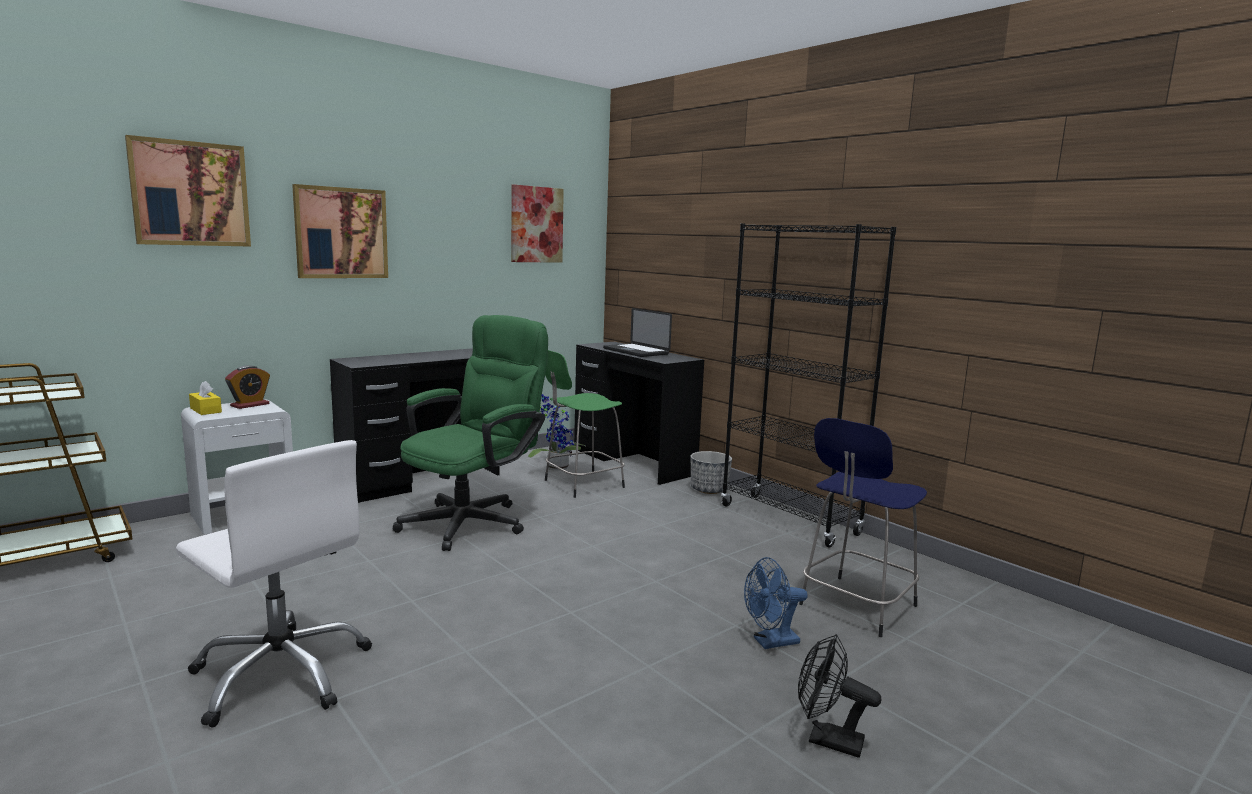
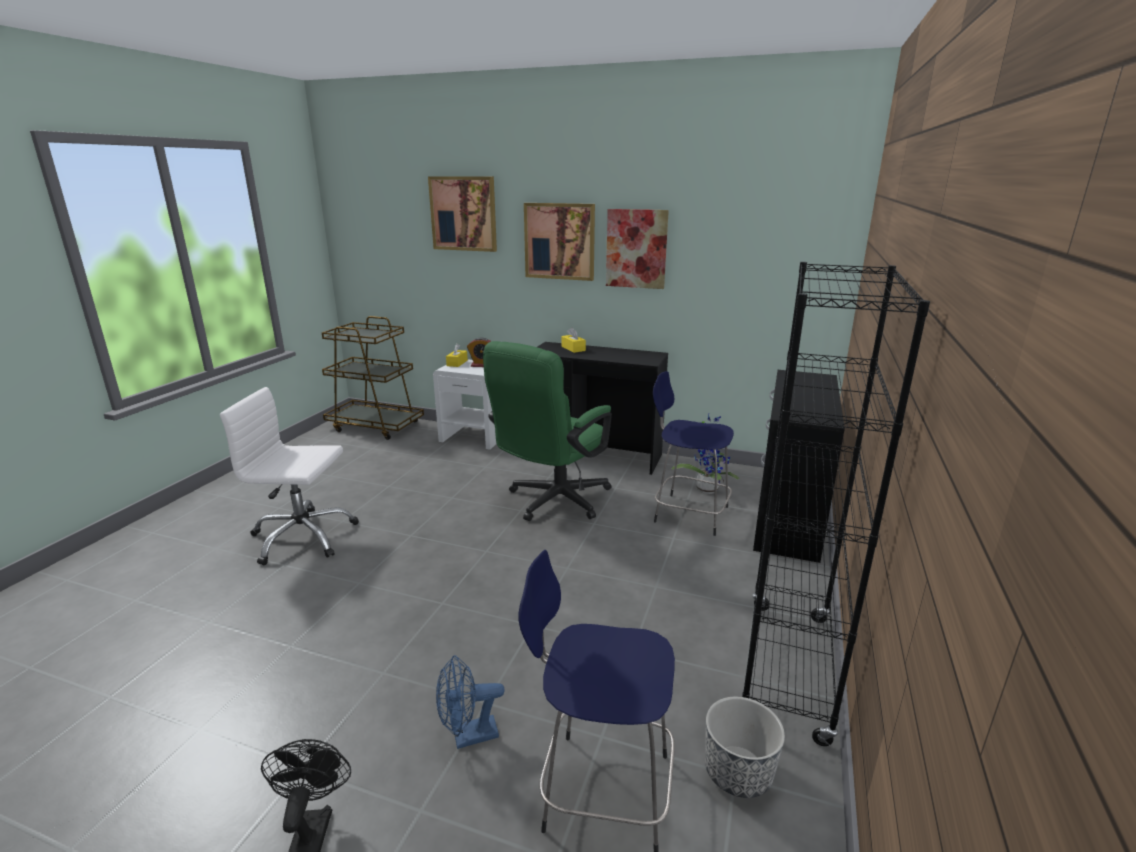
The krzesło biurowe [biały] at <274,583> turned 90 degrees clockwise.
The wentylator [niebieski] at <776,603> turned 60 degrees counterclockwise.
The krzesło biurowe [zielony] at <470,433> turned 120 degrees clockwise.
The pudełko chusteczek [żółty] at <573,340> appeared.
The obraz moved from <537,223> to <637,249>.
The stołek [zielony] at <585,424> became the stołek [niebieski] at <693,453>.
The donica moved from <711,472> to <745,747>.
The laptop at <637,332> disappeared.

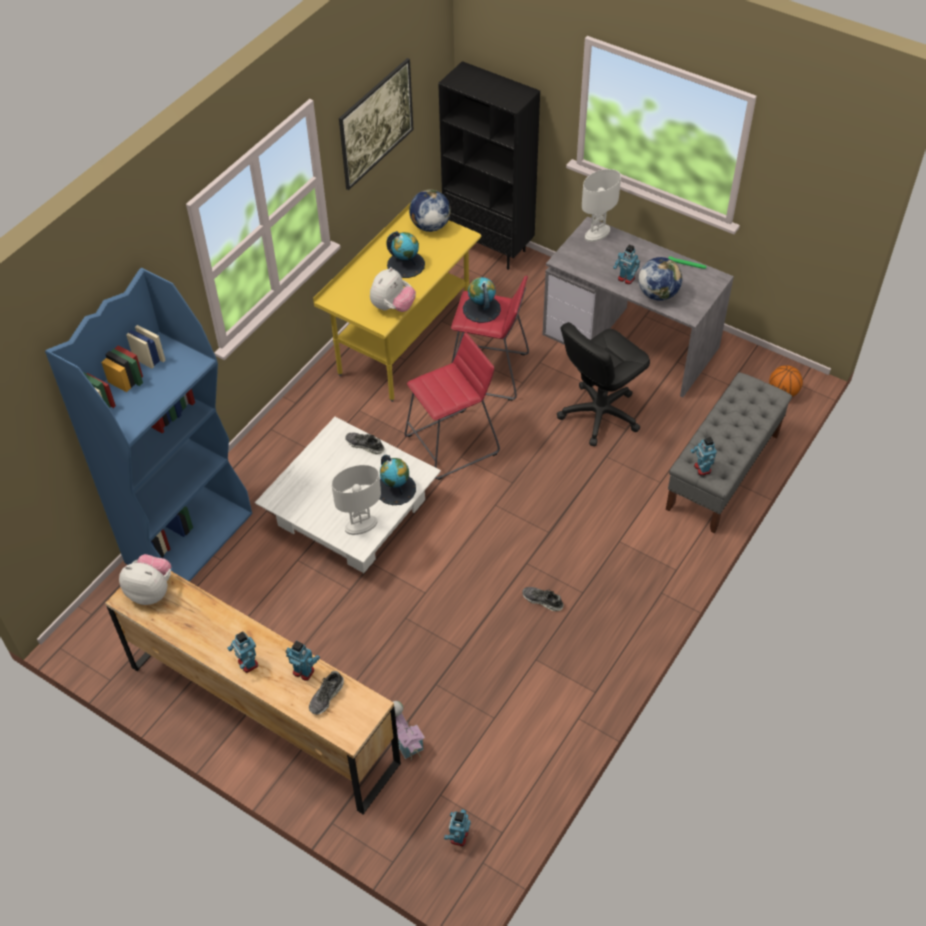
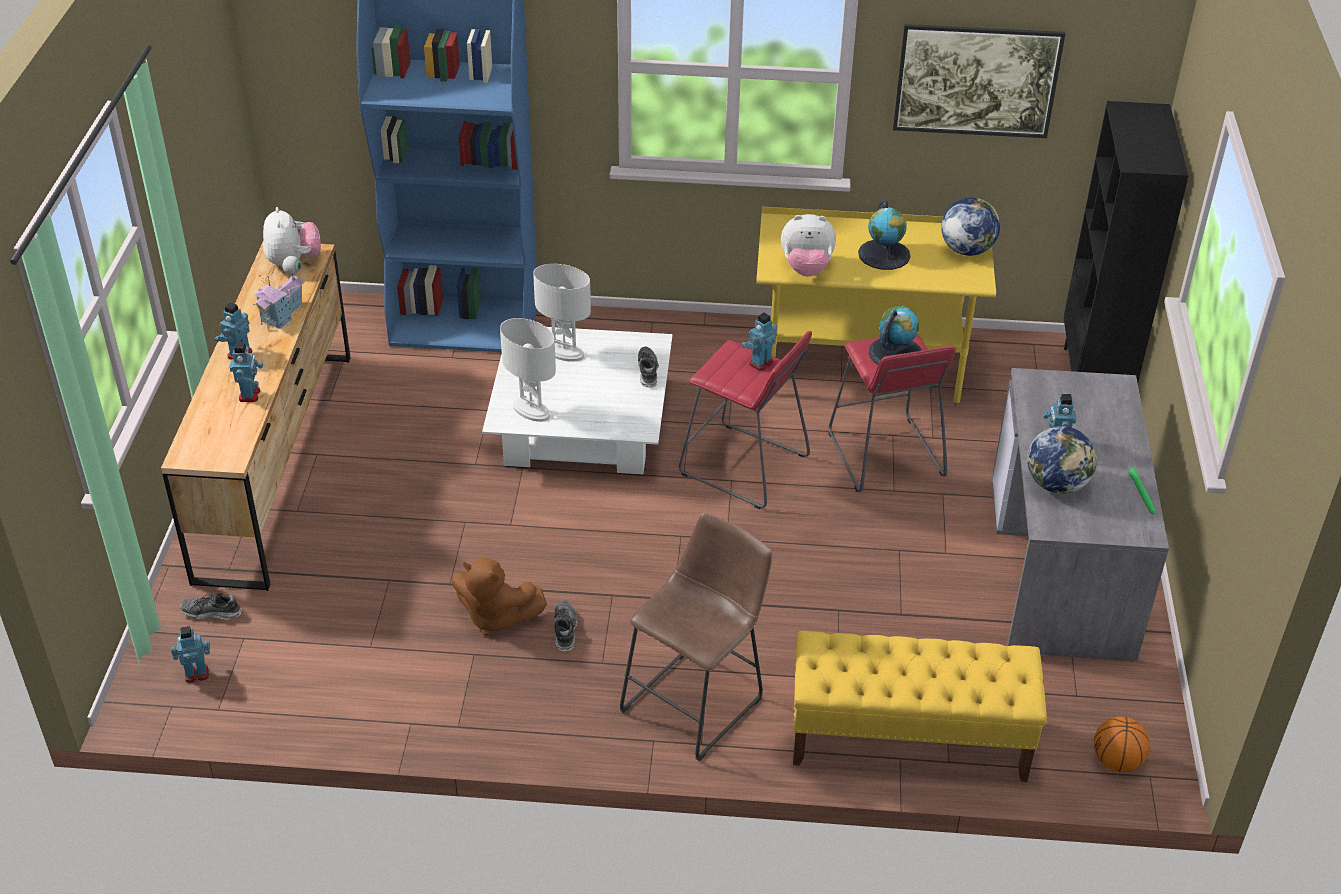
The but moved from <326,693> to <211,606>.
The domek moved from <409,730> to <279,293>.
The pluszak [brązowy] at <499,597> appeared.
The lampa stołowa [biały] moved from <601,205> to <562,313>.
The stołek [brązowy] at <696,637> appeared.
The robot zabawkowy moved from <703,456> to <759,341>.
The ławka [szary] at <729,452> became the ławka [żółty] at <920,706>.
The globus at <398,480> disappeared.
The krzesło biurowe [czarny] at <603,384> disappeared.

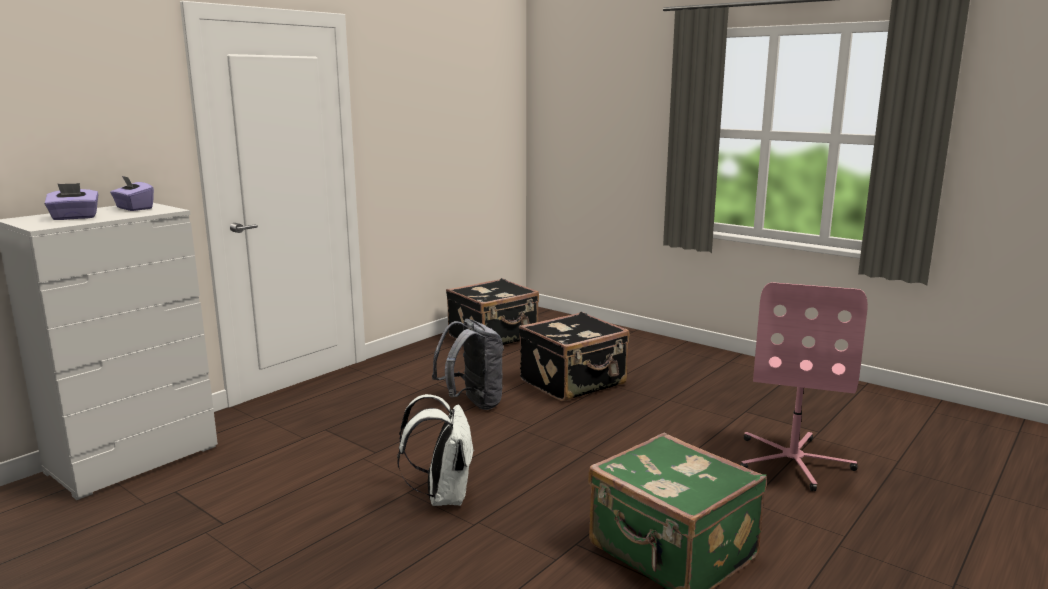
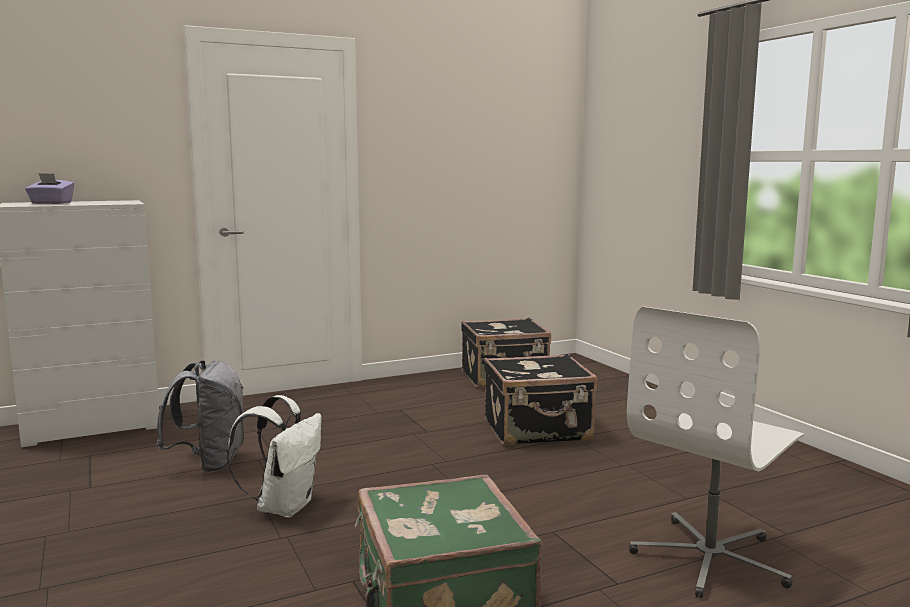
The plecak [szary] moved from <468,364> to <200,416>.
The krzesło biurowe [różowy] at <804,386> became the krzesło biurowe [biały] at <715,452>.
The pudełko chusteczek [fioletowy] at <132,193> disappeared.

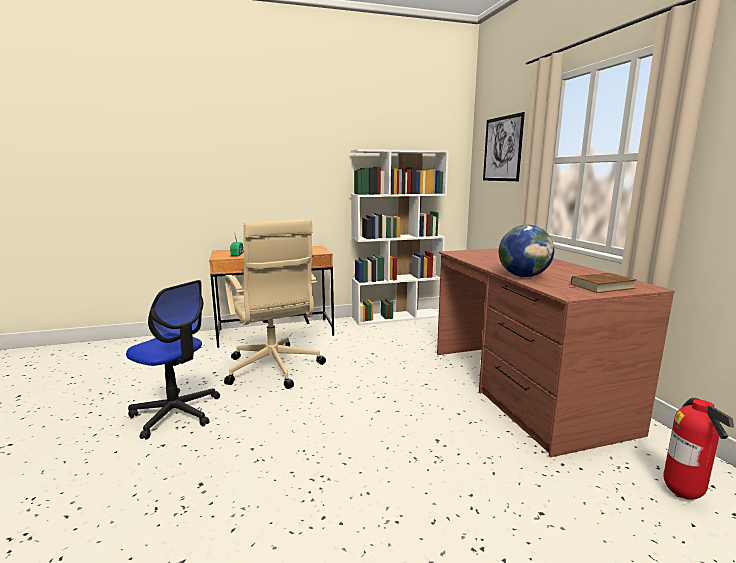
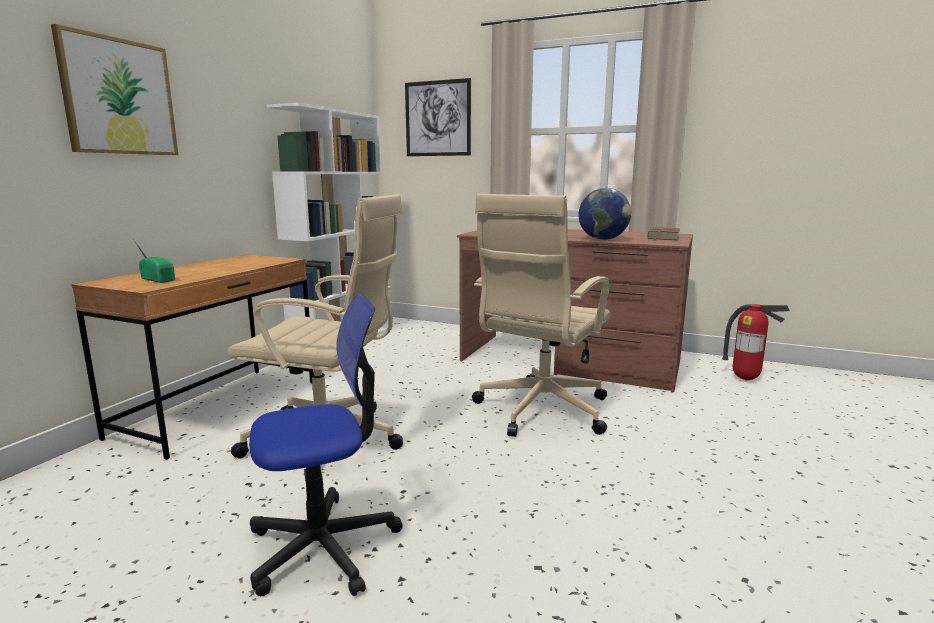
The obraz at <114,89> appeared.
The krzesło biurowe [beżowy] at <541,315> appeared.

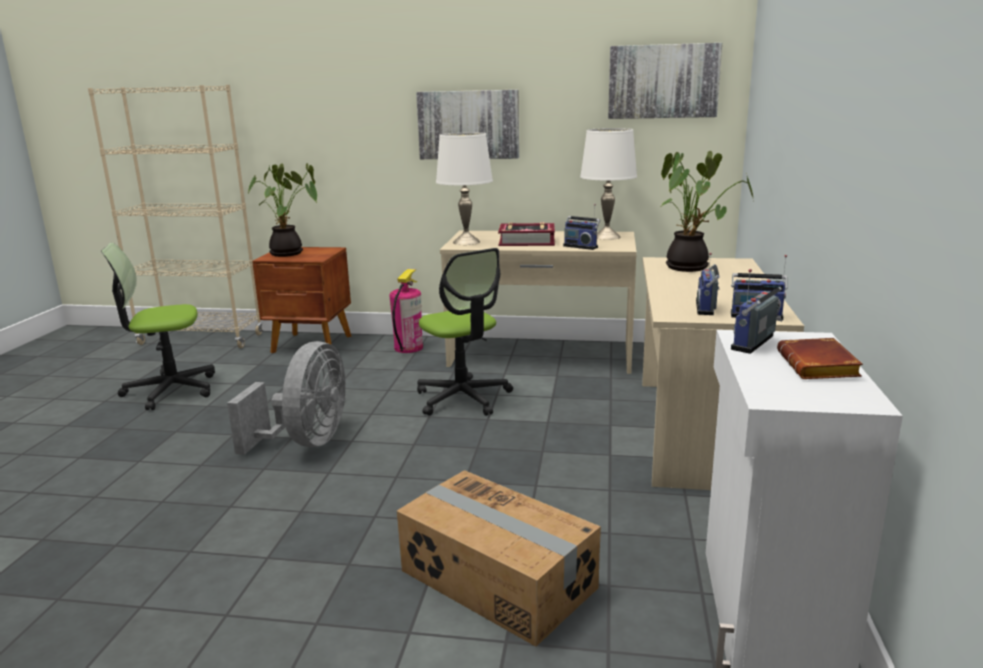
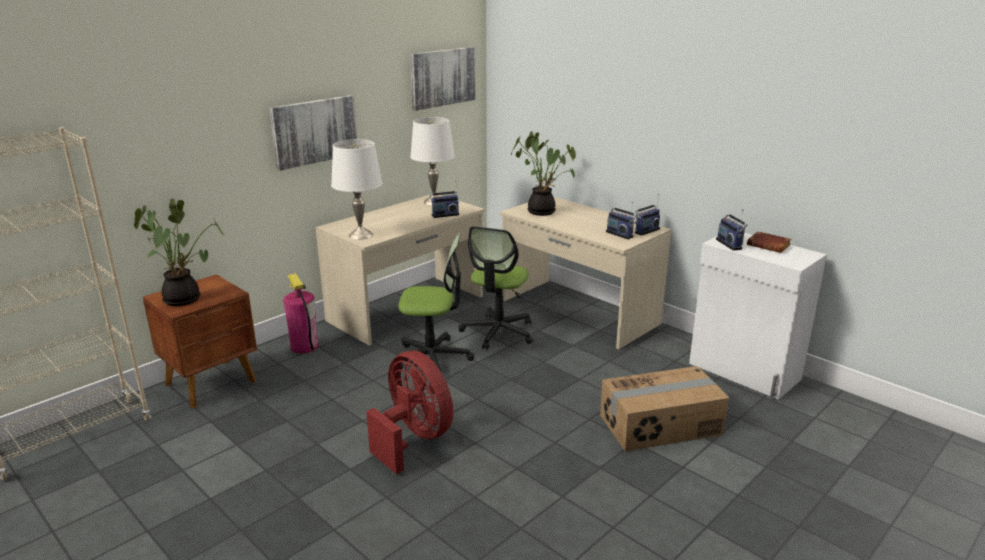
The wentylator [szary] at <286,398> became the wentylator [czerwony] at <409,412>.
The krzesło biurowe moved from <158,326> to <495,288>.
The książka at <526,234> disappeared.

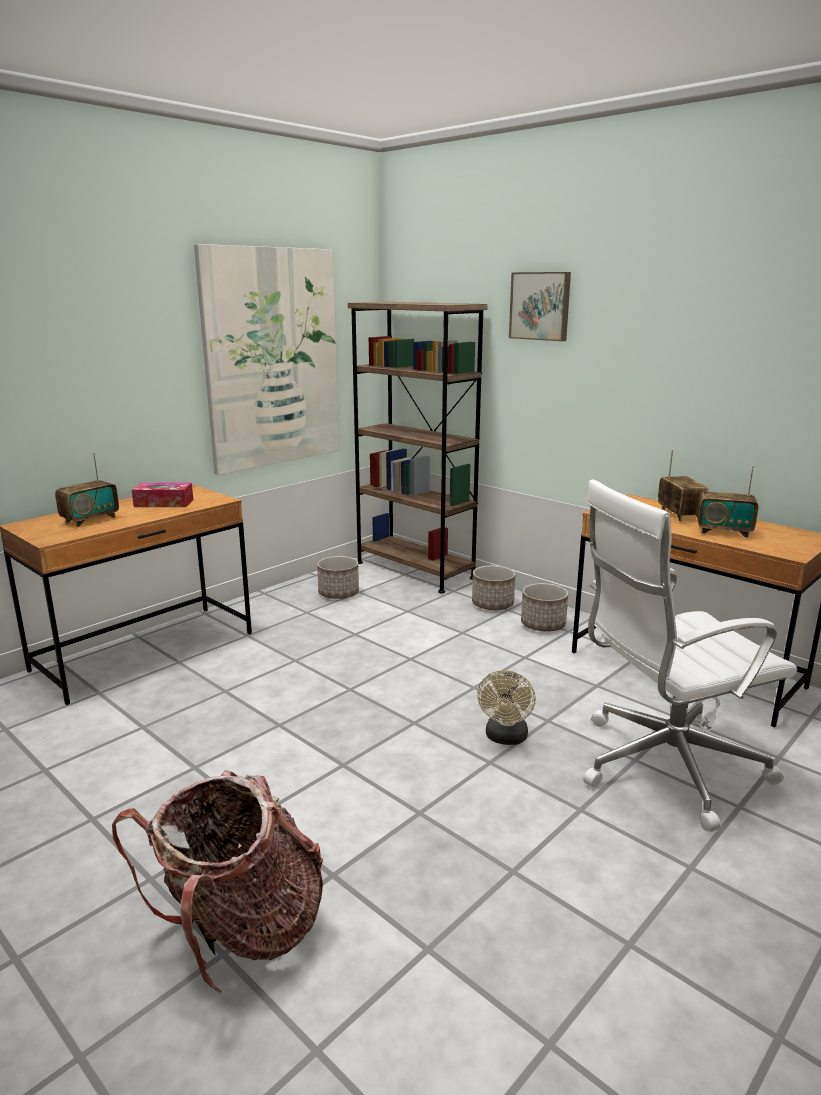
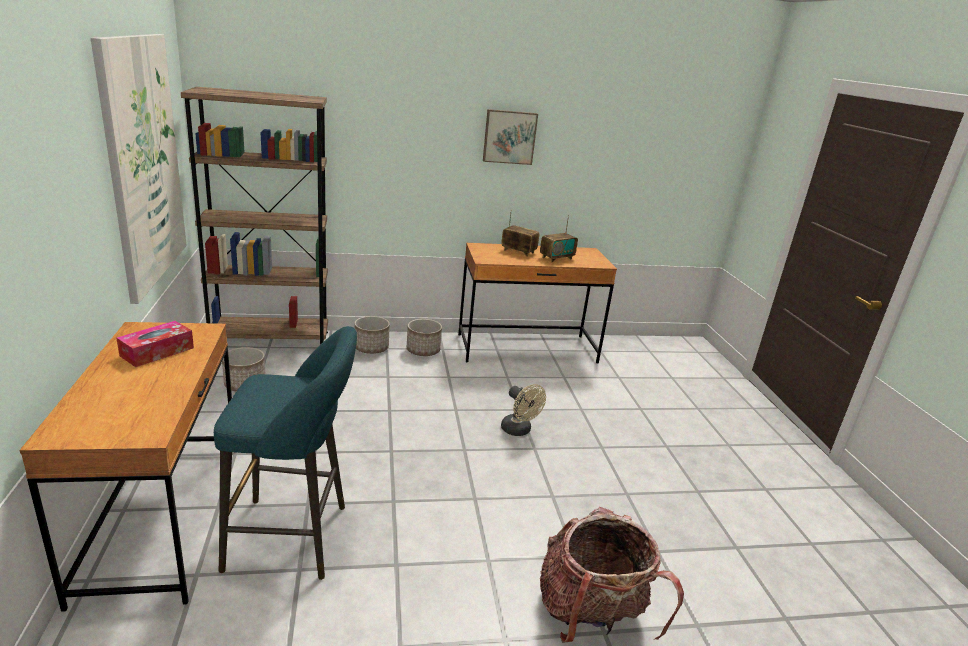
The stołek [turkusowy] at <285,453> appeared.
The obraz moved from <540,306> to <510,137>.
The radio at <87,490> disappeared.
The krzesło biurowe [biały] at <690,655> disappeared.

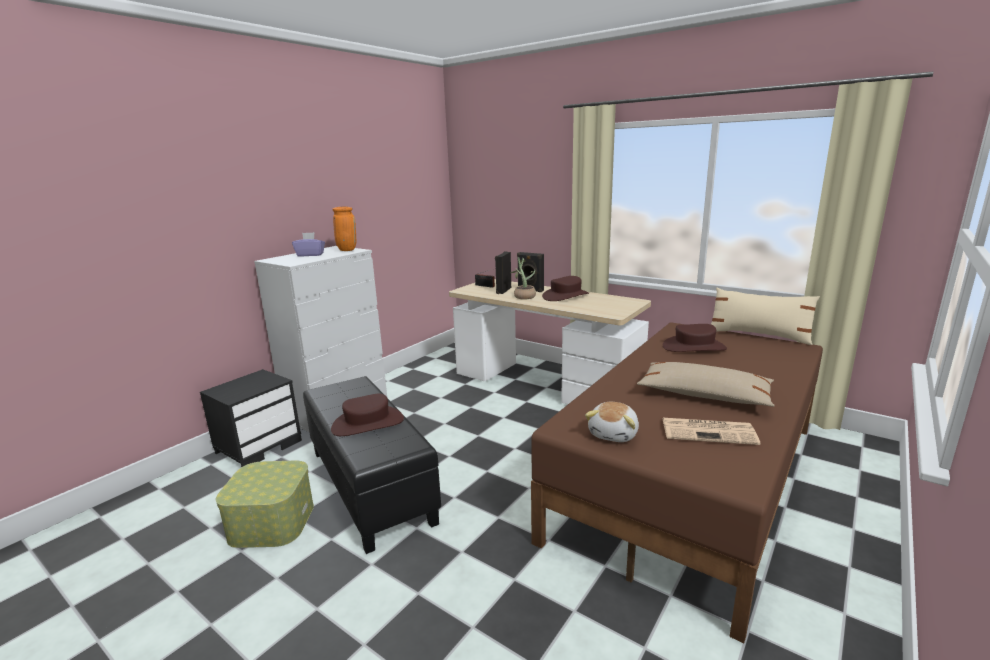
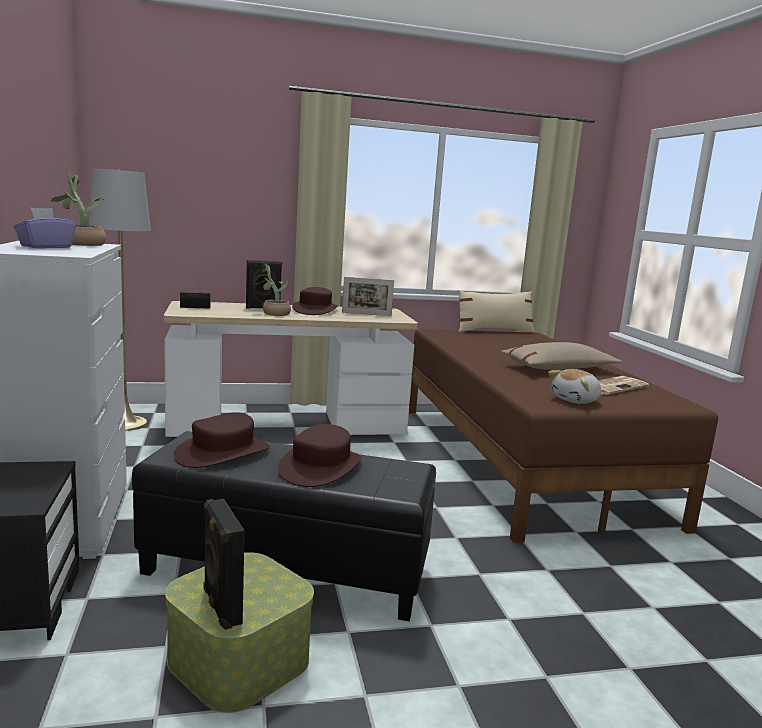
The wazon [pomarańczowy] at <344,229> was replaced by the roślina doniczkowa at <78,208>.
The lampa stojąca [szary] at <120,299> appeared.
The kapelusz [brązowy] moved from <695,338> to <221,440>.
The głośnik [czarny] moved from <503,272> to <224,564>.
The ramka na zdjęcie at <368,296> appeared.
The pluszak at <612,422> turned 75 degrees clockwise.

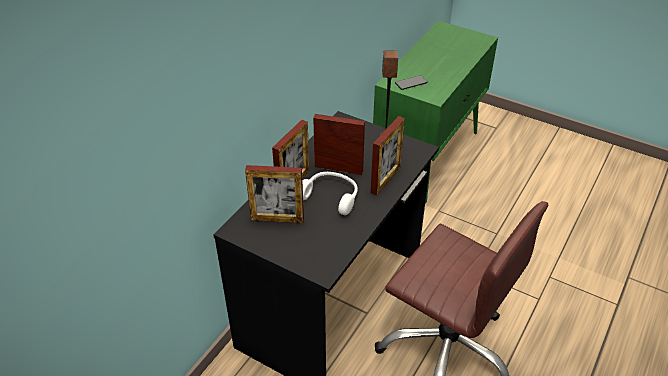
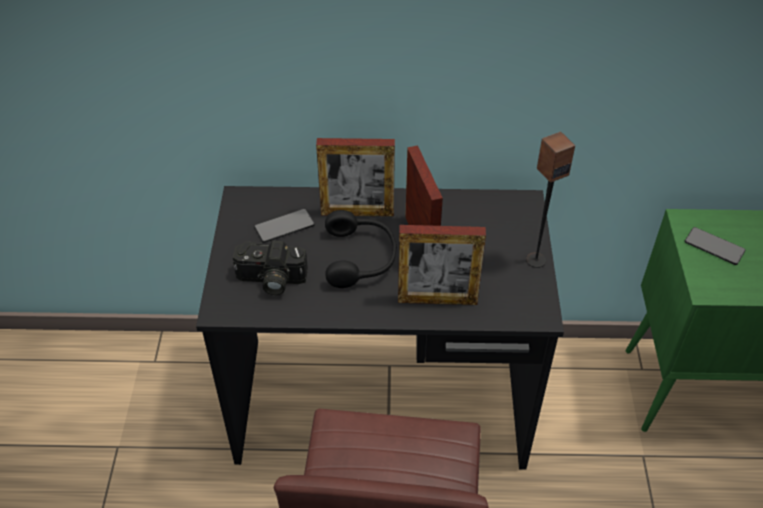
The aparat fotograficzny at <270,268> appeared.
The ramka na zdjęcie at <274,194> was replaced by the telefon at <284,226>.
The słuchawki [biały] at <330,193> became the słuchawki [czarny] at <361,249>.

